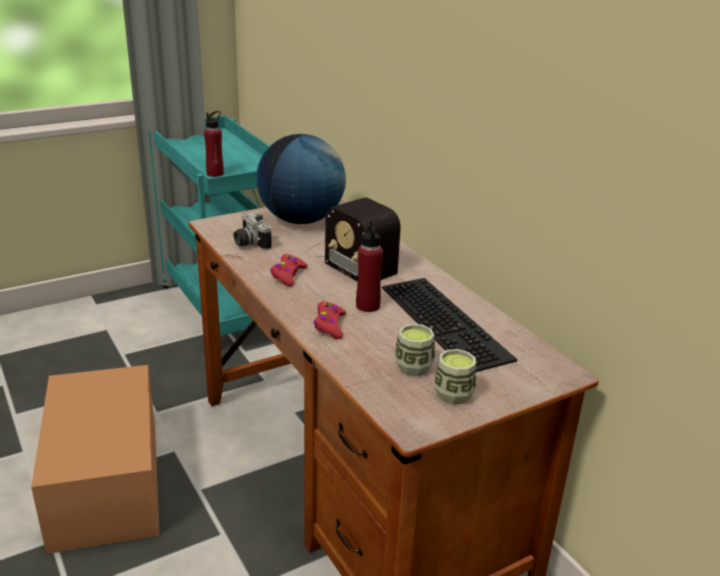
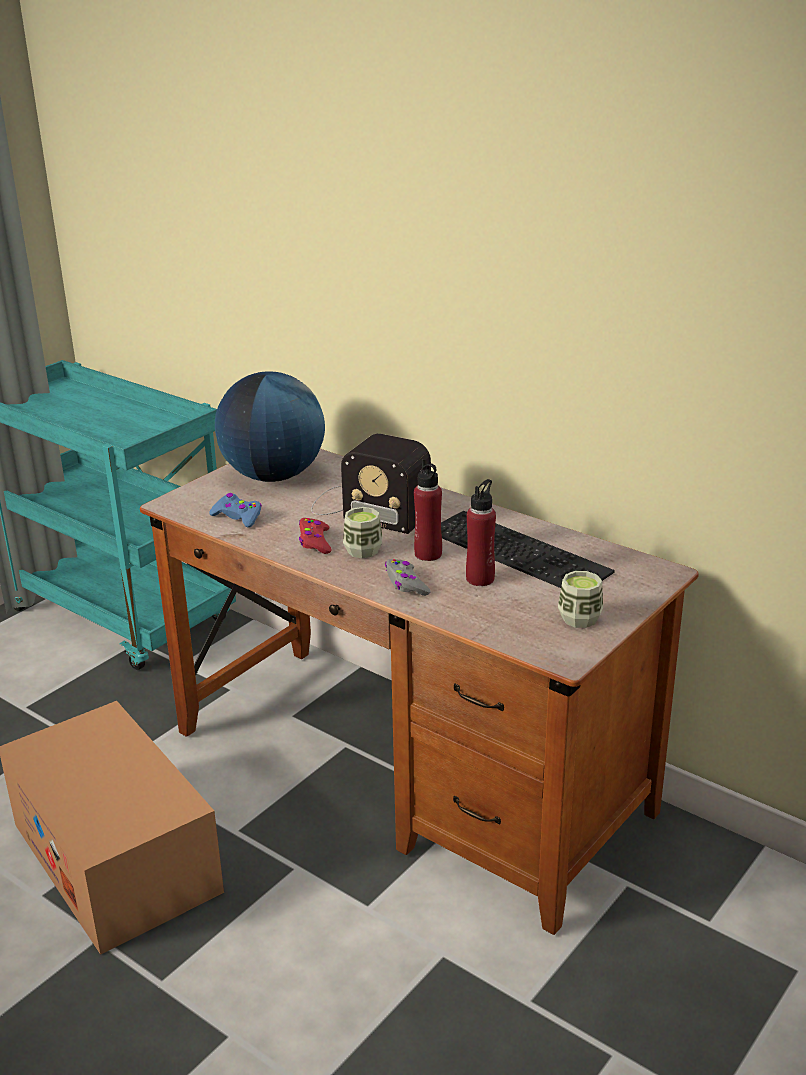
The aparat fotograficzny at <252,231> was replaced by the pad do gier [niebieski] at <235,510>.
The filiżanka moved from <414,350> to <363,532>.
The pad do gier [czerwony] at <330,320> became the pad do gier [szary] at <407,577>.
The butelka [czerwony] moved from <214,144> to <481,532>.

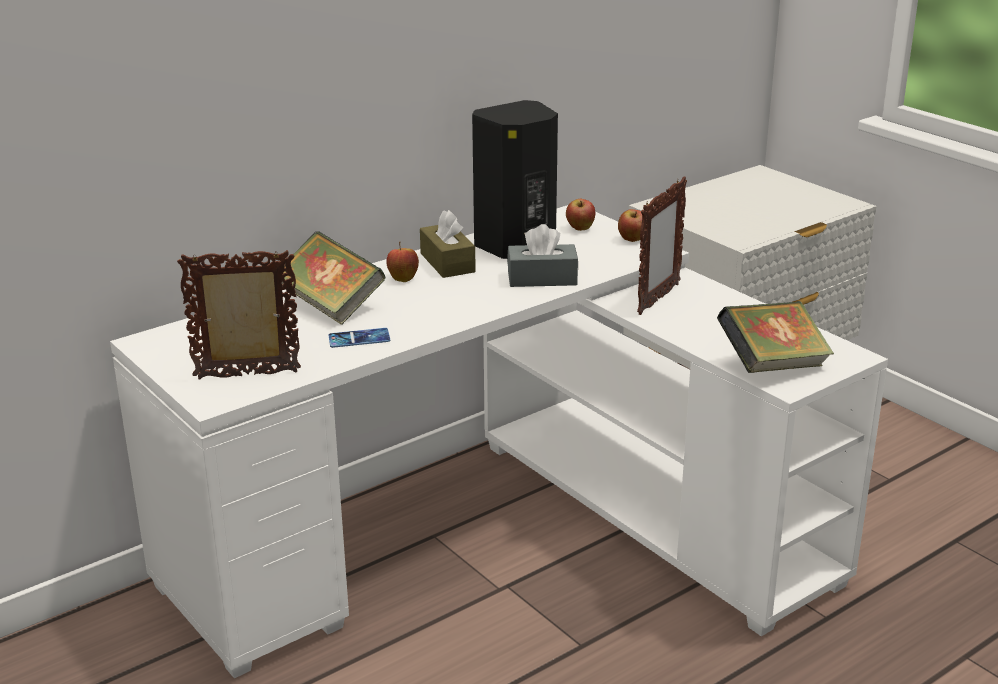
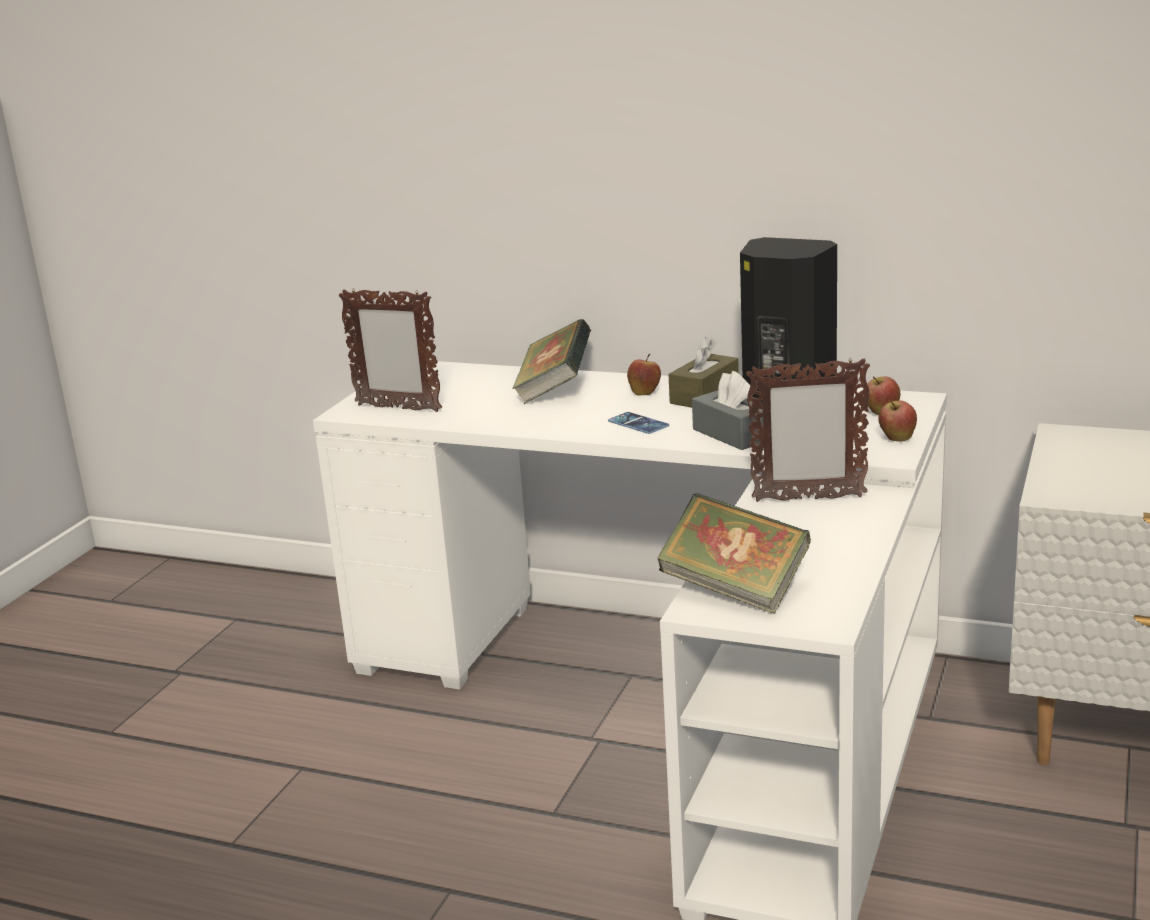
The ramka na zdjęcie at <239,315> turned 150 degrees clockwise.
The telefon moved from <359,338> to <638,423>.

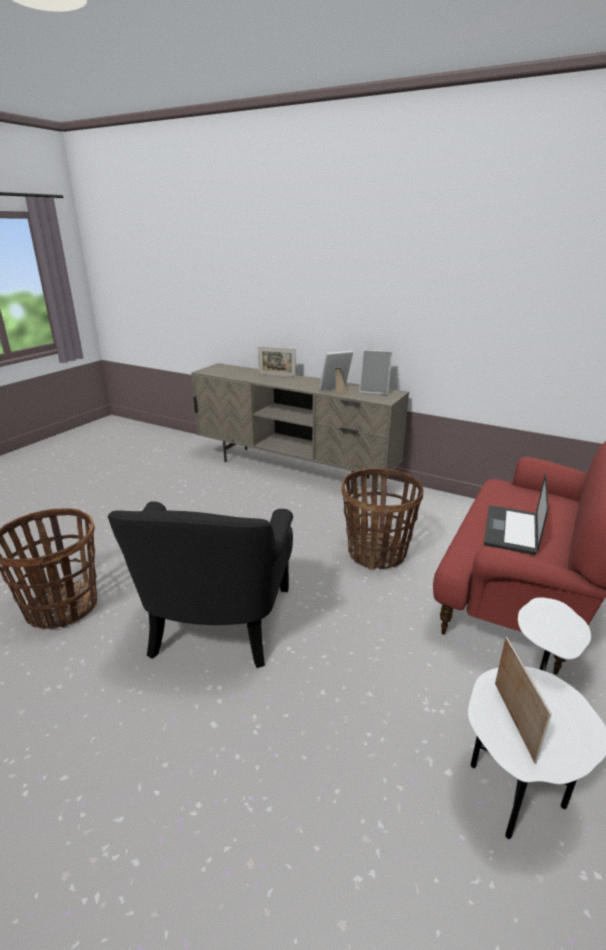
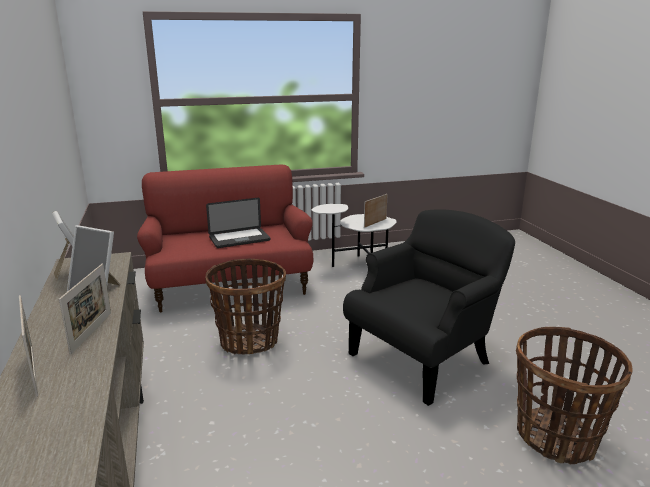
The ramka na zdjęcie at <85,309> appeared.

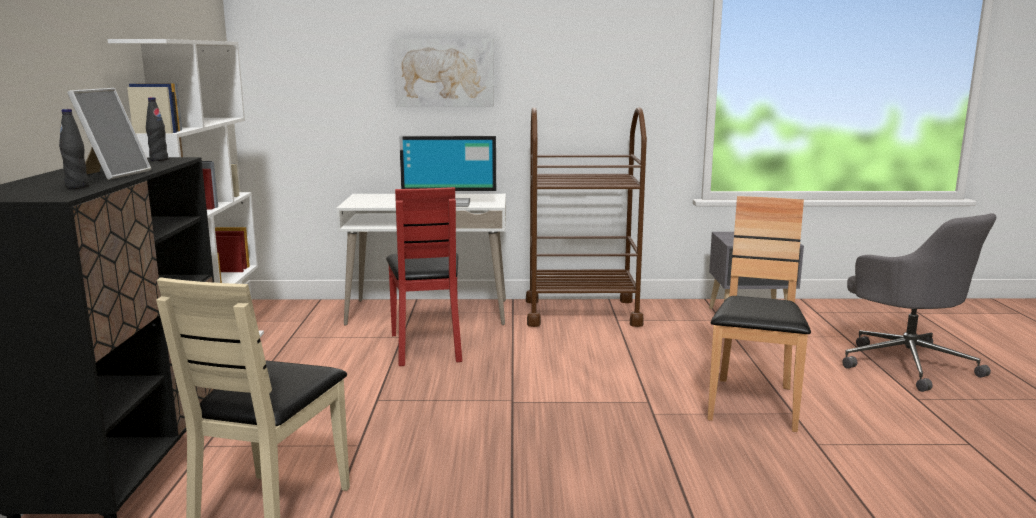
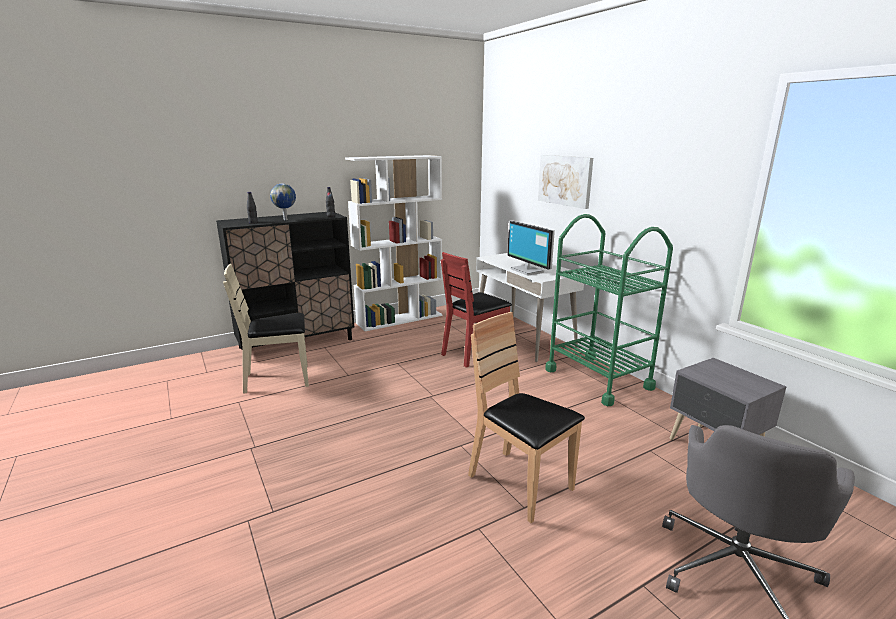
The ramka na zdjęcie at <109,134> was replaced by the globus at <283,202>.
The krzesło [brązowy] at <759,314> turned 120 degrees counterclockwise.
The wózek [brązowy] at <586,217> became the wózek [zielony] at <609,310>.

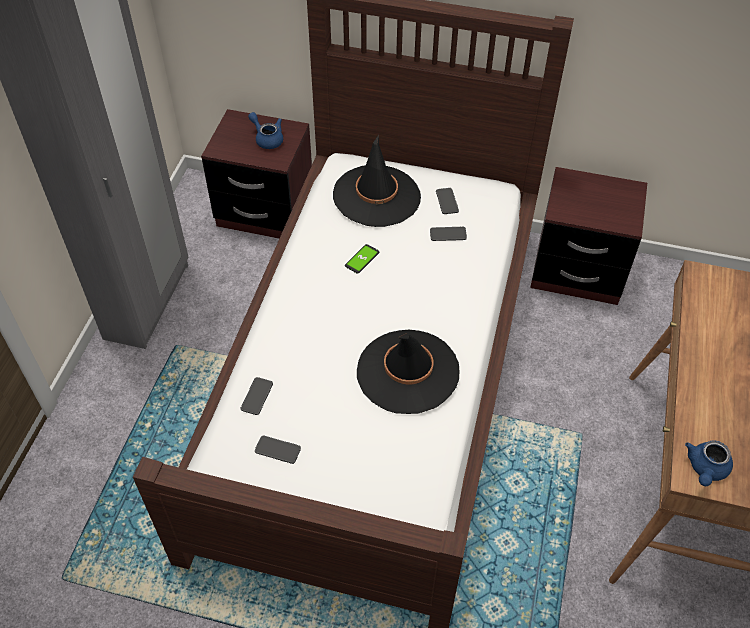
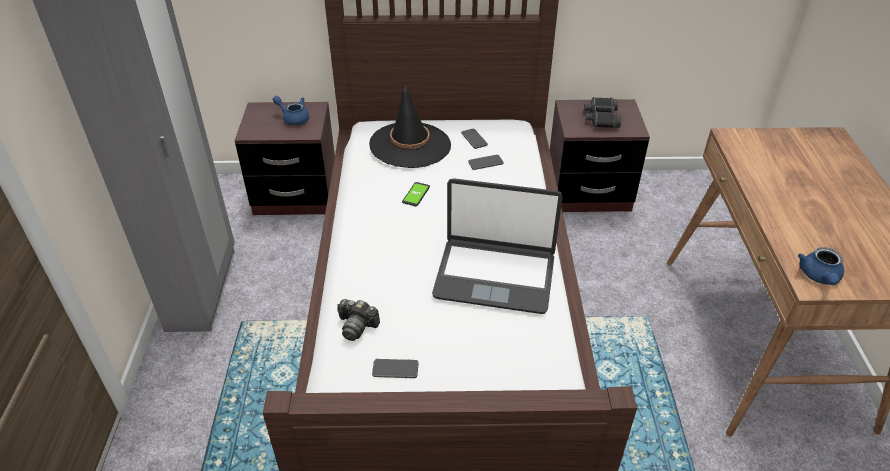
The telefon at <257,396> was replaced by the aparat fotograficzny at <358,320>.
The kapelusz [czarny] at <408,372> was replaced by the laptop at <497,246>.
The lornetka [czarny] at <602,112> appeared.

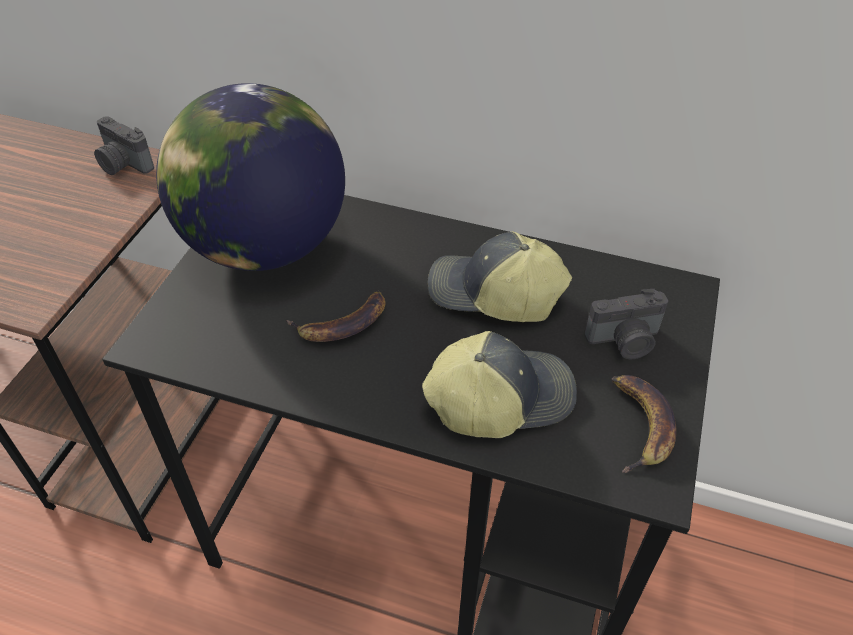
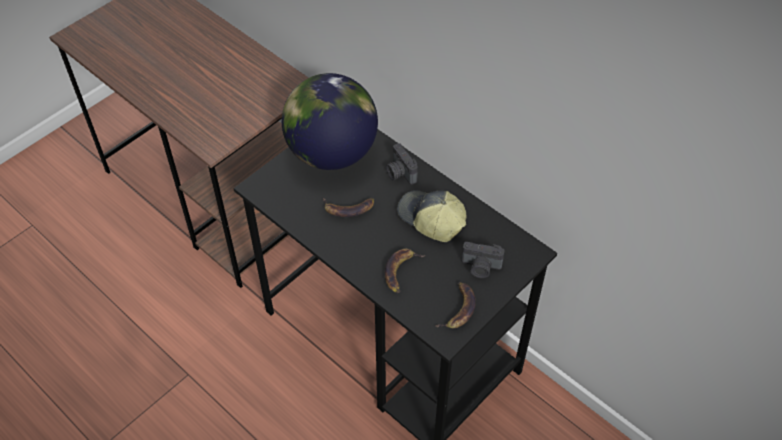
The czapka z daszkiem at <499,384> was replaced by the banan at <405,271>.
The aparat fotograficzny moved from <124,145> to <402,164>.

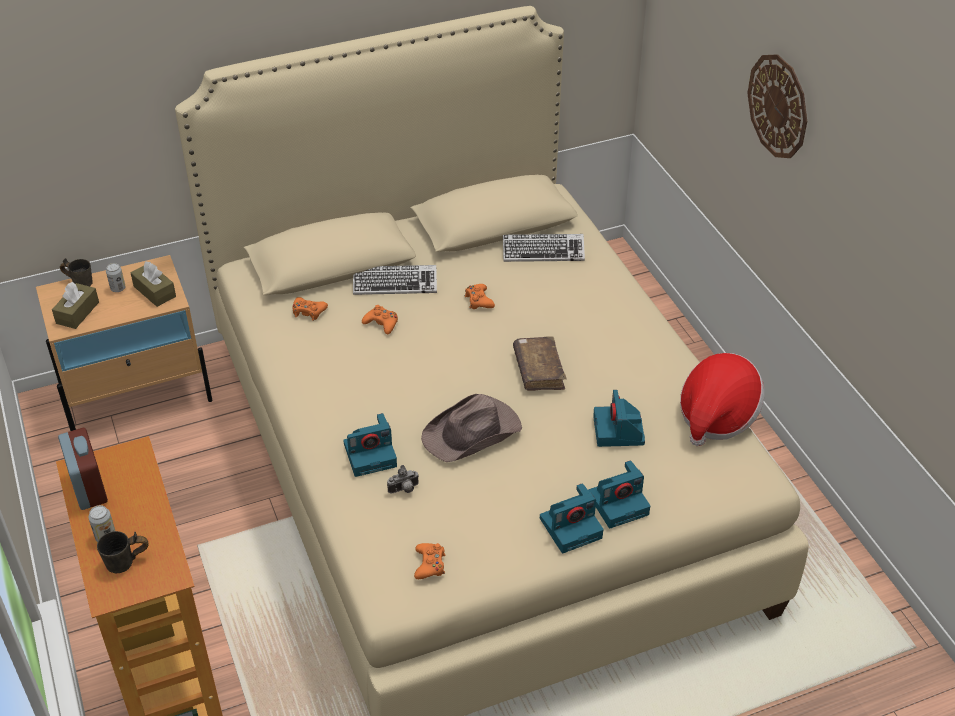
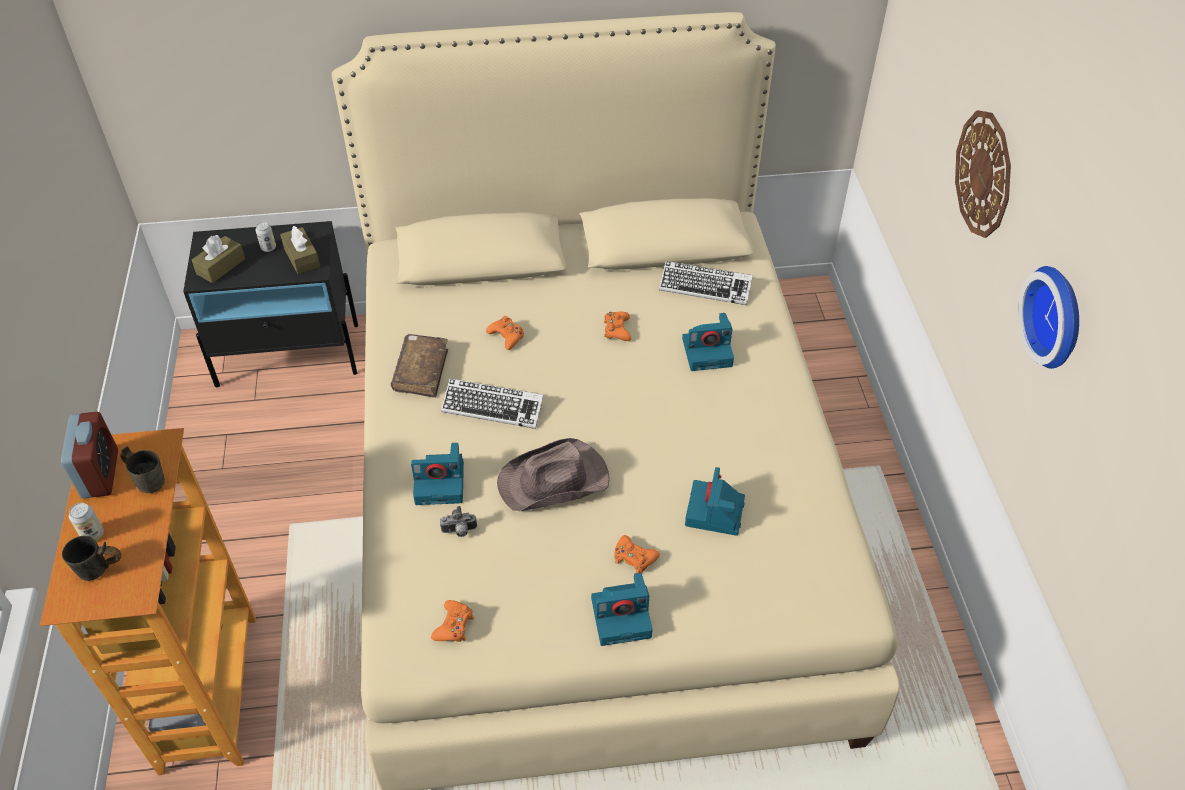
The kubek [szary] moved from <76,272> to <142,469>.
The szafka nocna [beżowy] at <124,343> became the szafka nocna [czarny] at <270,304>.
The książka [brązowy] moved from <540,364> to <419,366>.
The klawiatura moved from <395,280> to <492,403>.
The pad do gier [pomarańczowy] moved from <310,309> to <637,554>.
The aparat fotograficzny moved from <619,494> to <708,342>.
The zegar ścienny at <1048,317> appeared.
The kapelusz at <722,399> disappeared.

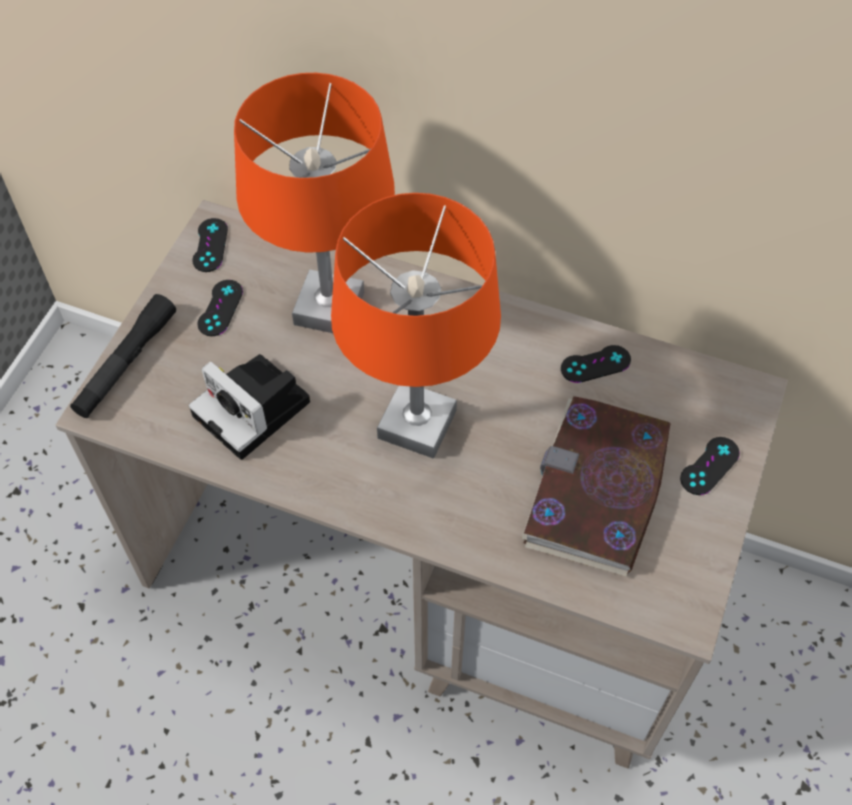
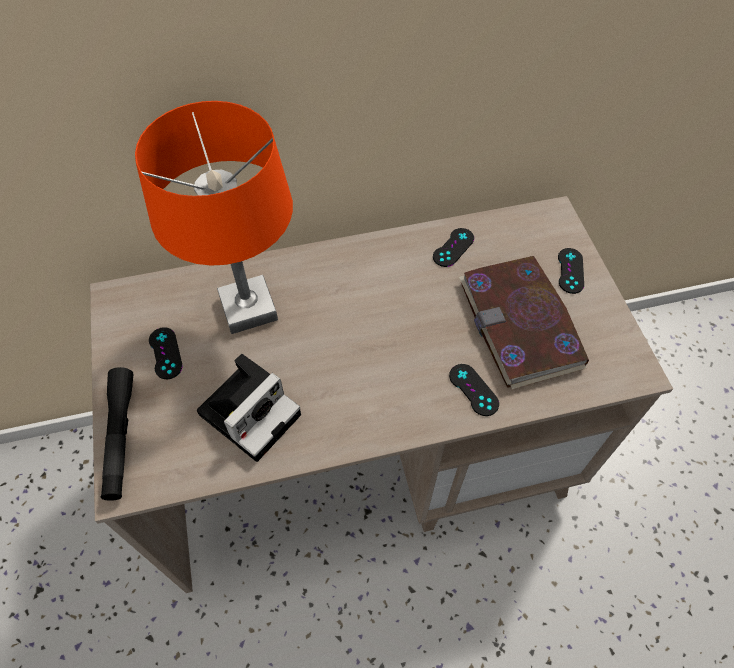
The aparat fotograficzny at <249,407> turned 60 degrees counterclockwise.
The pad do gier [czarny] moved from <210,245> to <474,390>.
The lampa stołowa [pomarańczowy] at <416,326> disappeared.

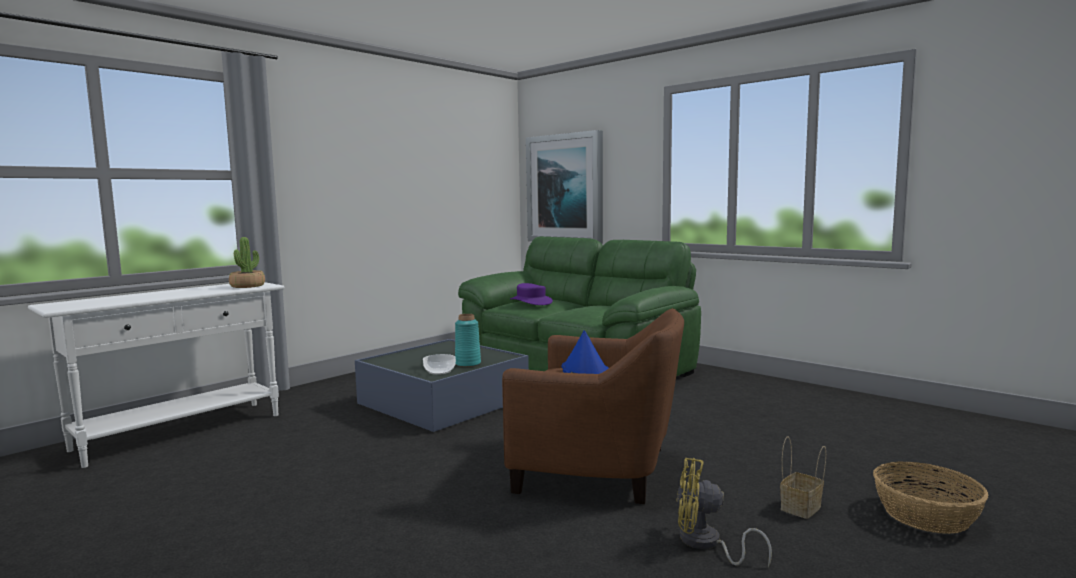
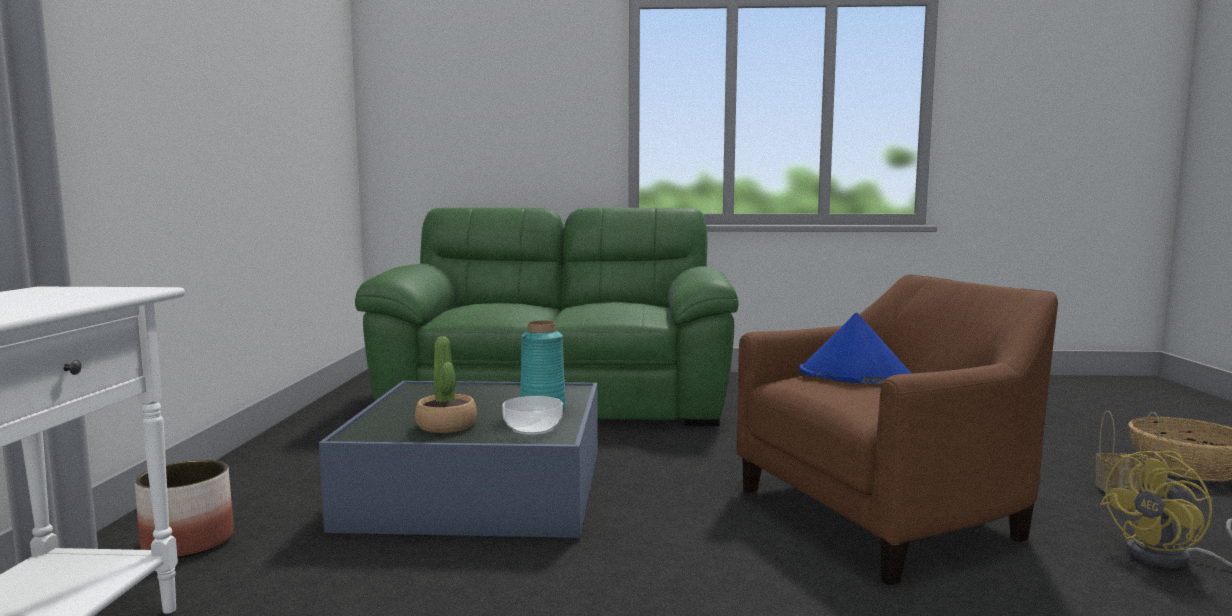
The donica at <184,509> appeared.
The roślina doniczkowa moved from <247,262> to <446,384>.
The kapelusz [fioletowy] at <531,294> disappeared.
The obraz at <564,187> disappeared.

